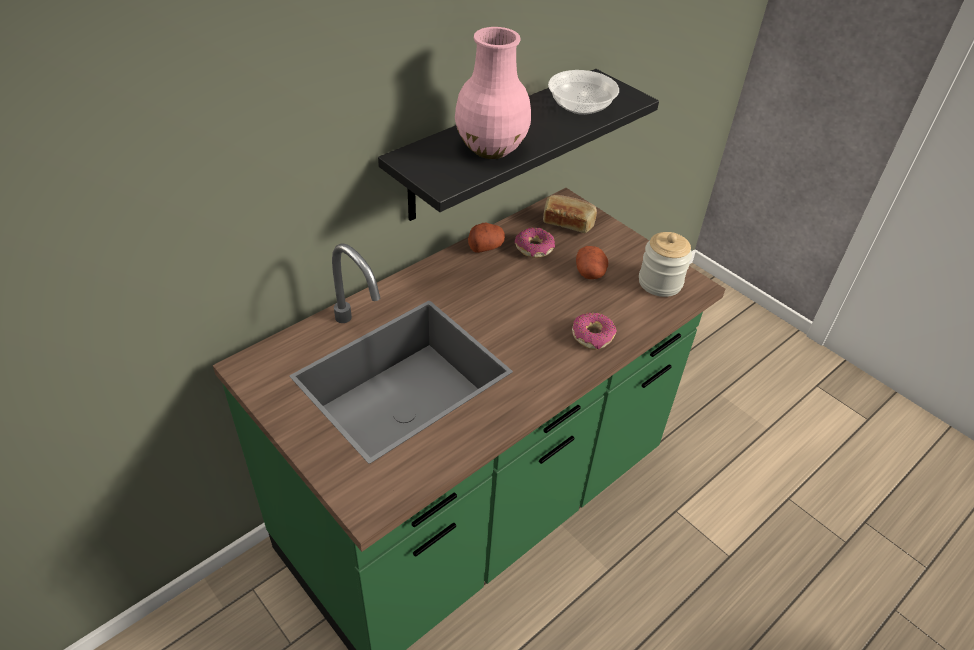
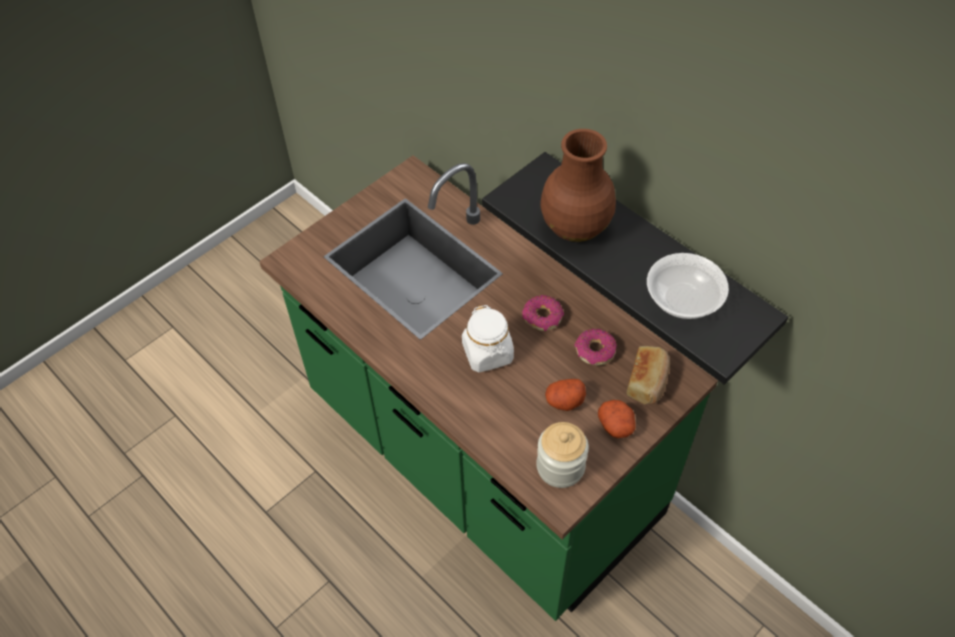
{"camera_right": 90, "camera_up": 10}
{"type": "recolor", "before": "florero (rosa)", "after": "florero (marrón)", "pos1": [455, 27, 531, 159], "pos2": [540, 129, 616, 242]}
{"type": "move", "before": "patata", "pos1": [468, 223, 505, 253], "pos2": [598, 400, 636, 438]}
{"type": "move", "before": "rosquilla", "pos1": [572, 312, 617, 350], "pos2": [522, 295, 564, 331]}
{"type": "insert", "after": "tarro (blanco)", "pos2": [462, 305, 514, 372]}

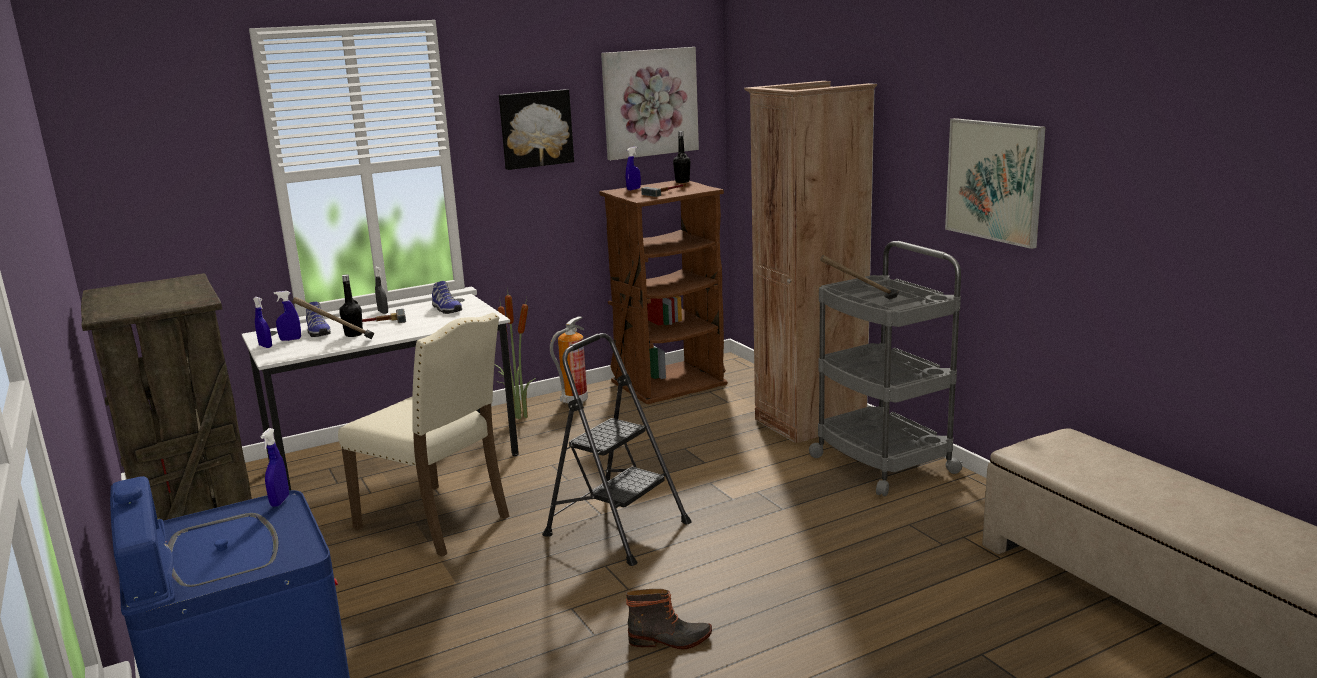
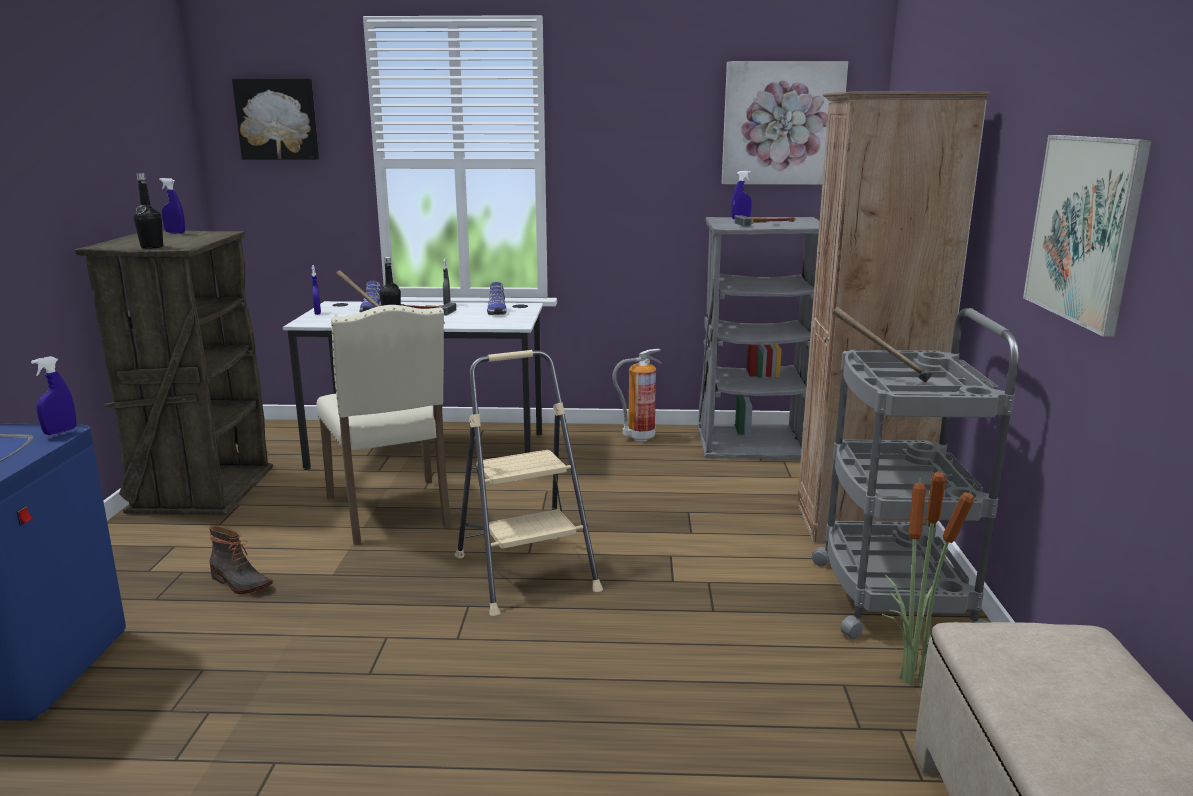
{"camera_right": 30, "camera_up": 0}
{"type": "move", "before": "pulverizador (azul)", "pos1": [274, 291, 301, 341], "pos2": [159, 178, 185, 234]}
{"type": "move", "before": "planta en maceta", "pos1": [494, 288, 536, 419], "pos2": [882, 460, 976, 688]}
{"type": "move", "before": "cuadro", "pos1": [499, 89, 574, 170], "pos2": [232, 78, 319, 160]}
{"type": "recolor", "before": "escalera de tijera (negro)", "after": "escalera de tijera (beis)", "pos1": [542, 333, 692, 566], "pos2": [455, 350, 603, 616]}
{"type": "recolor", "before": "estantería (marrón)", "after": "estantería (gris)", "pos1": [599, 181, 728, 404], "pos2": [697, 217, 819, 459]}
{"type": "move", "before": "bota", "pos1": [626, 589, 712, 649], "pos2": [209, 526, 273, 594]}
{"type": "move", "before": "botella (negro)", "pos1": [673, 131, 690, 183], "pos2": [133, 173, 163, 249]}

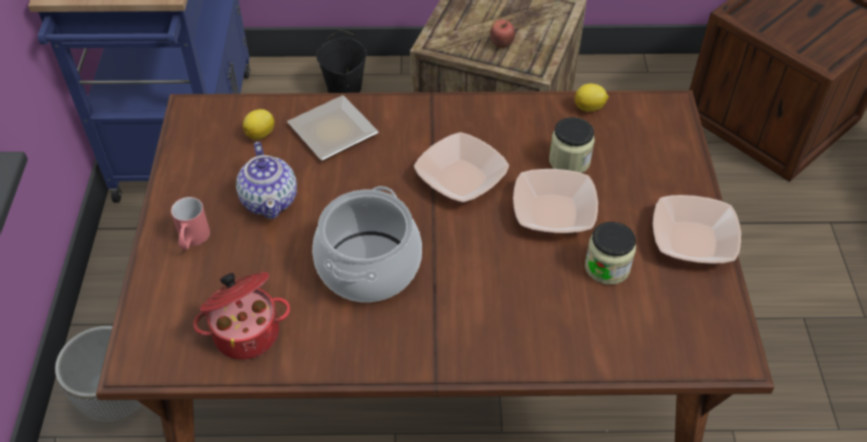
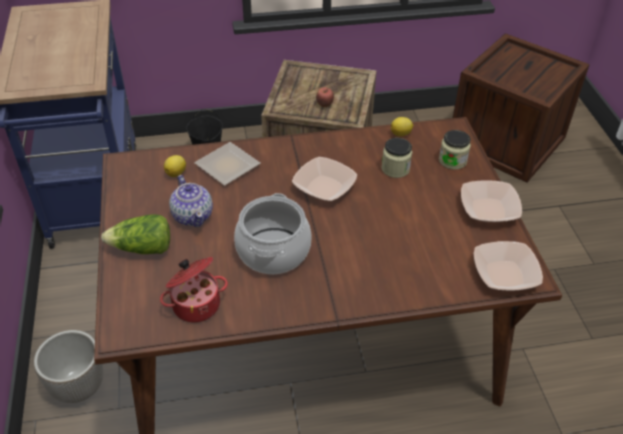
{"camera_right": -10, "camera_up": -5}
{"type": "replace", "before": "taza grande (rojo)", "after": "lechuga", "pos1": [171, 197, 210, 250], "pos2": [101, 214, 170, 254]}
{"type": "move", "before": "cuenco", "pos1": [513, 169, 598, 233], "pos2": [474, 241, 543, 290]}
{"type": "move", "before": "tarro", "pos1": [585, 222, 636, 285], "pos2": [439, 130, 471, 170]}

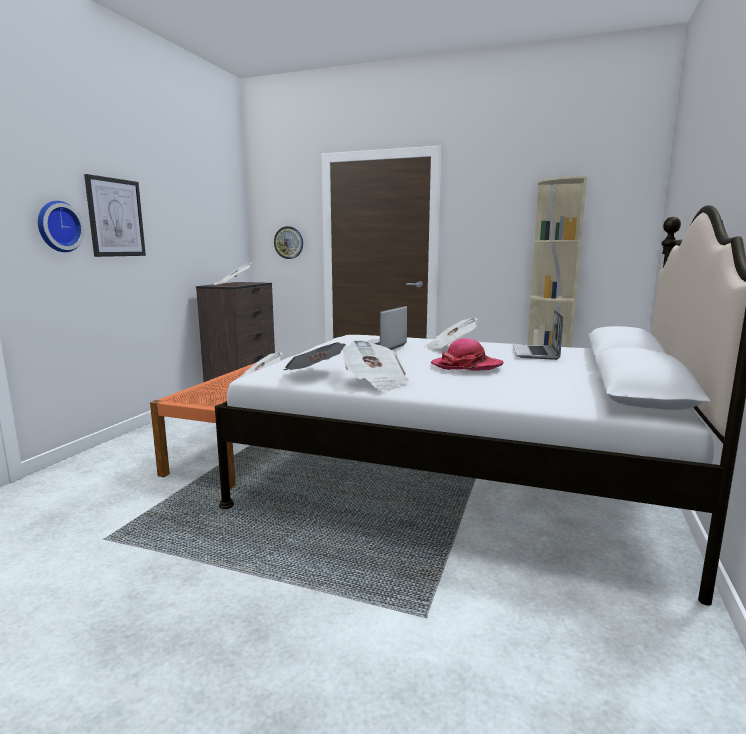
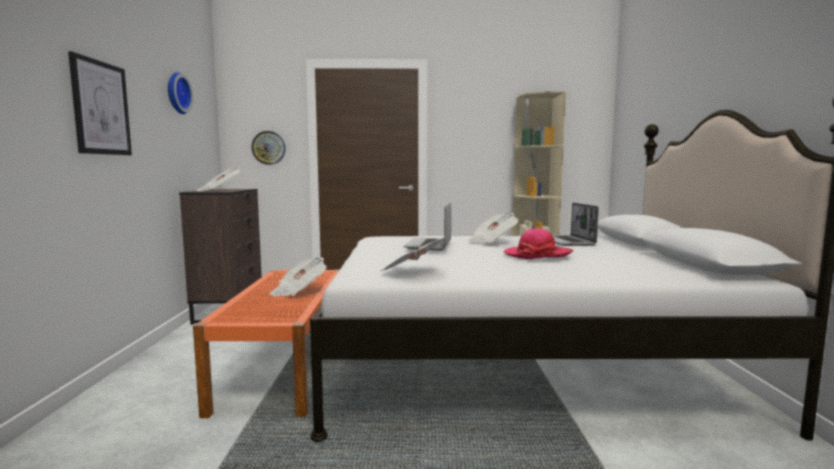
{"camera_right": -20, "camera_up": -5}
{"type": "move", "before": "reloj de pared", "pos1": [38, 201, 85, 252], "pos2": [168, 72, 193, 114]}
{"type": "delete", "before": "periódico", "pos1": [342, 340, 409, 392]}

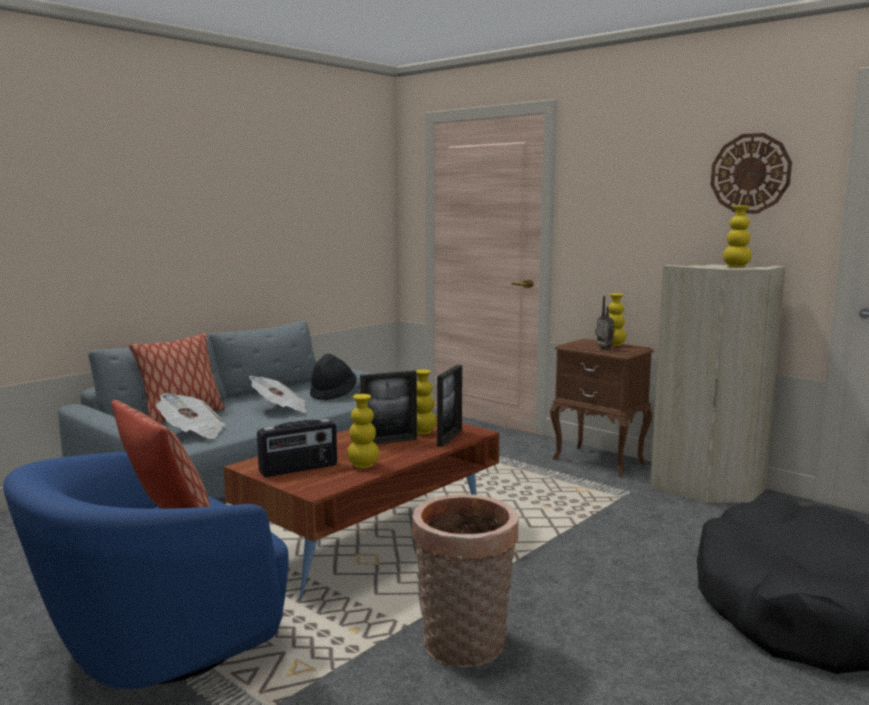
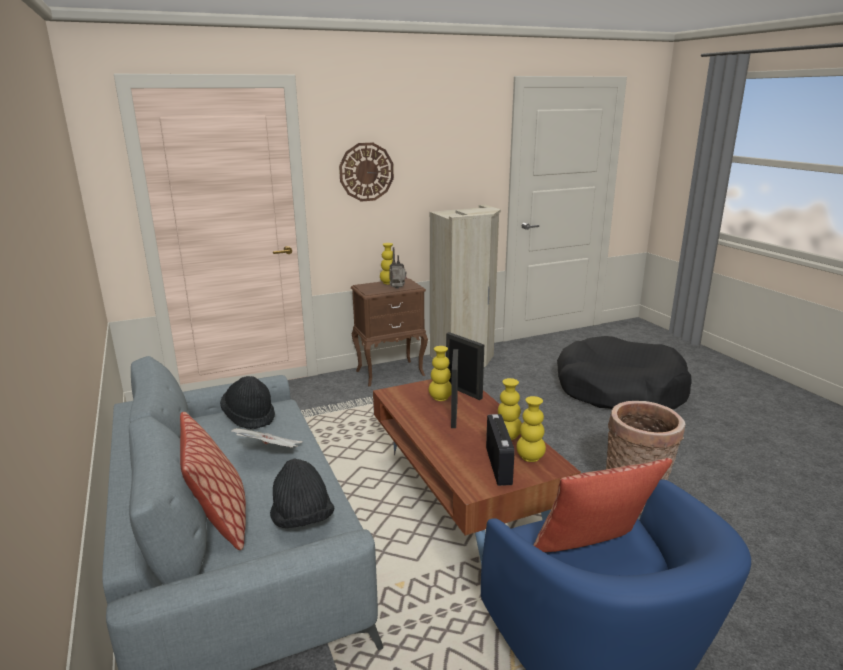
{"camera_right": -65, "camera_up": 10}
{"type": "replace", "before": "periódico", "after": "sombrero (negro)", "pos1": [156, 393, 226, 439], "pos2": [270, 459, 334, 528]}
{"type": "move", "before": "reloj de pared", "pos1": [711, 133, 792, 214], "pos2": [339, 143, 394, 201]}
{"type": "move", "before": "florero (amarillo)", "pos1": [723, 205, 751, 267], "pos2": [516, 396, 546, 462]}

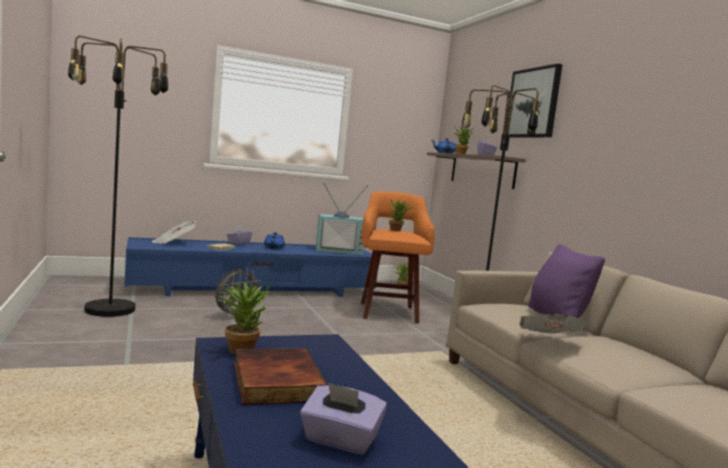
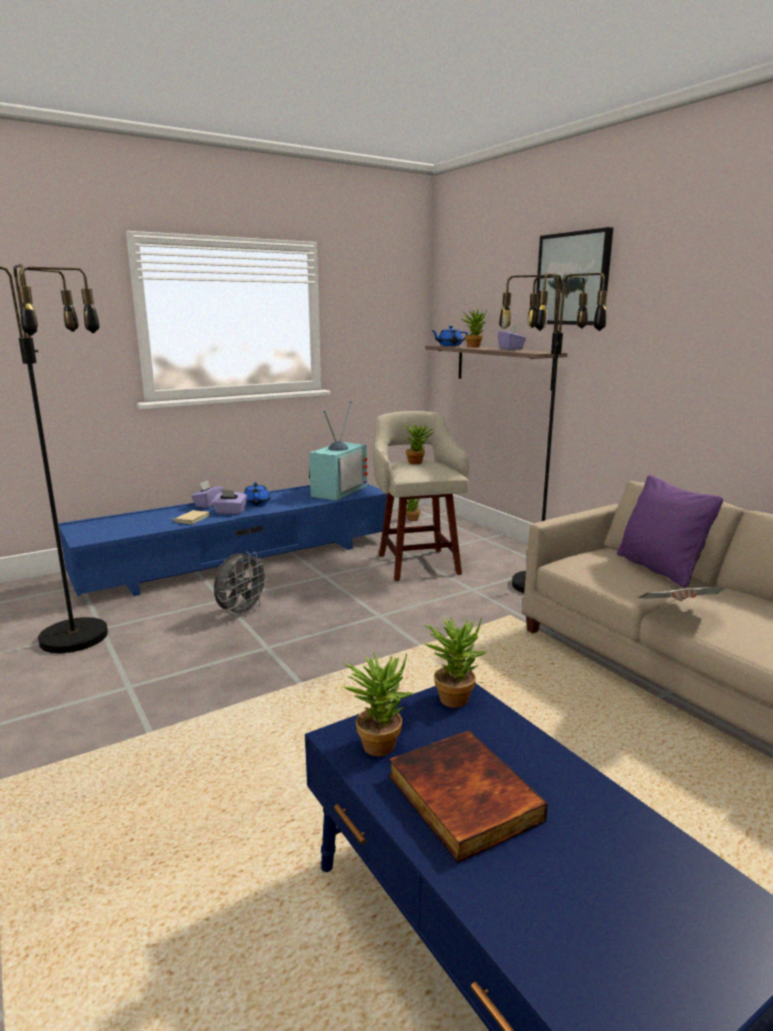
{"camera_right": -10, "camera_up": 10}
{"type": "delete", "before": "periódico", "pos1": [152, 220, 196, 244]}
{"type": "move", "before": "caja de pañuelos (morado)", "pos1": [300, 382, 387, 455], "pos2": [212, 489, 247, 514]}
{"type": "rotate", "before": "televisor", "pos1": [316, 182, 368, 255], "pos2": [309, 401, 368, 501], "turn": -45}
{"type": "recolor", "before": "taburete (naranja)", "after": "taburete (beis)", "pos1": [361, 192, 435, 323], "pos2": [373, 411, 469, 581]}
{"type": "insert", "after": "planta en maceta", "pos2": [423, 617, 487, 708]}

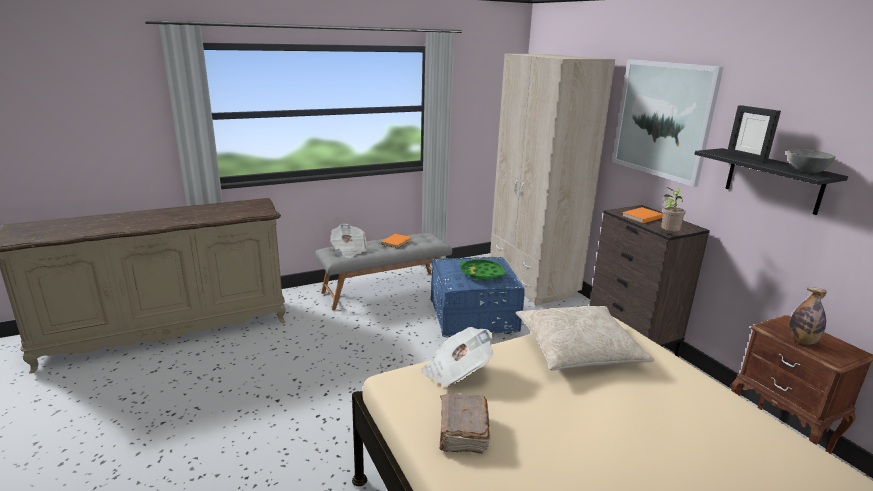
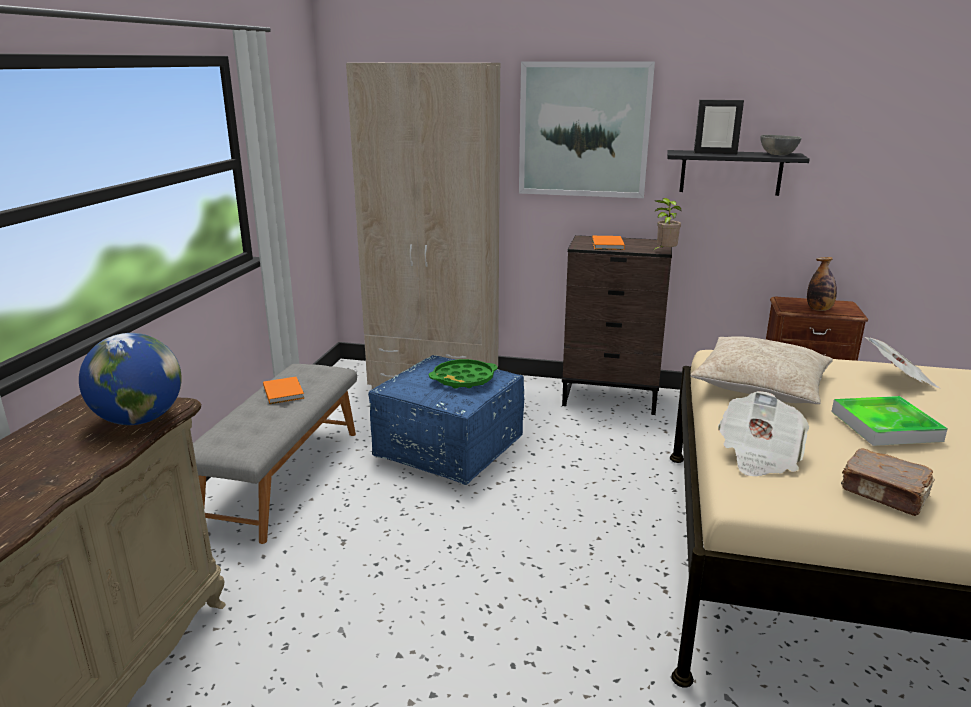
{"camera_right": -50, "camera_up": 0}
{"type": "move", "before": "periódico", "pos1": [330, 224, 367, 258], "pos2": [865, 337, 941, 389]}
{"type": "insert", "after": "globo terráqueo", "pos2": [79, 333, 182, 425]}
{"type": "insert", "after": "bandeja", "pos2": [831, 396, 948, 446]}

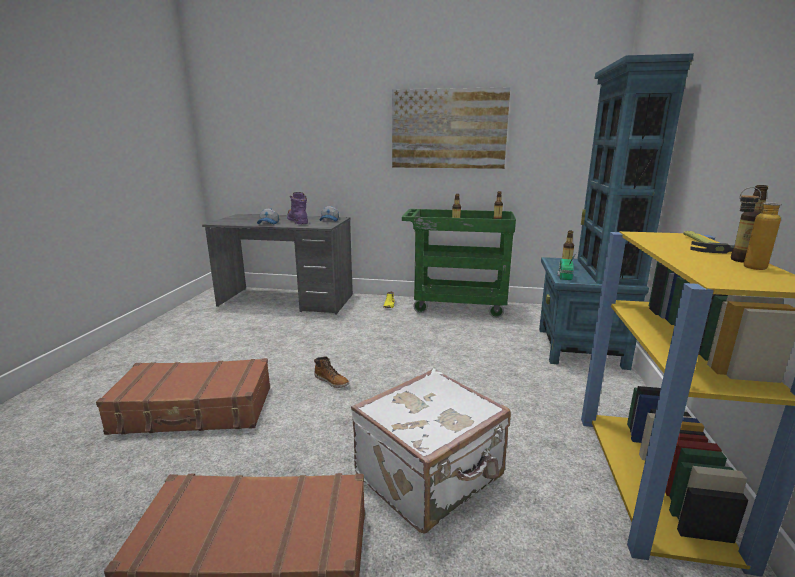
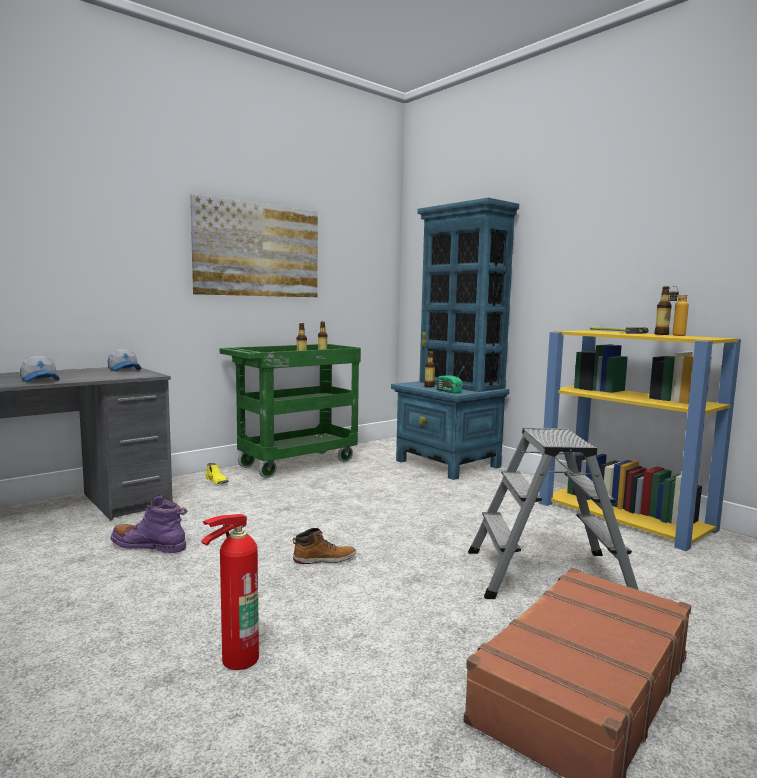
{"camera_right": -50, "camera_up": -10}
{"type": "replace", "before": "maleta (marrón)", "after": "extintor", "pos1": [96, 358, 270, 435], "pos2": [201, 514, 259, 670]}
{"type": "move", "before": "bota (morado)", "pos1": [287, 192, 308, 224], "pos2": [110, 494, 187, 553]}
{"type": "replace", "before": "maleta (blanco)", "after": "escalera de tijera (gris)", "pos1": [351, 369, 511, 534], "pos2": [468, 428, 639, 599]}

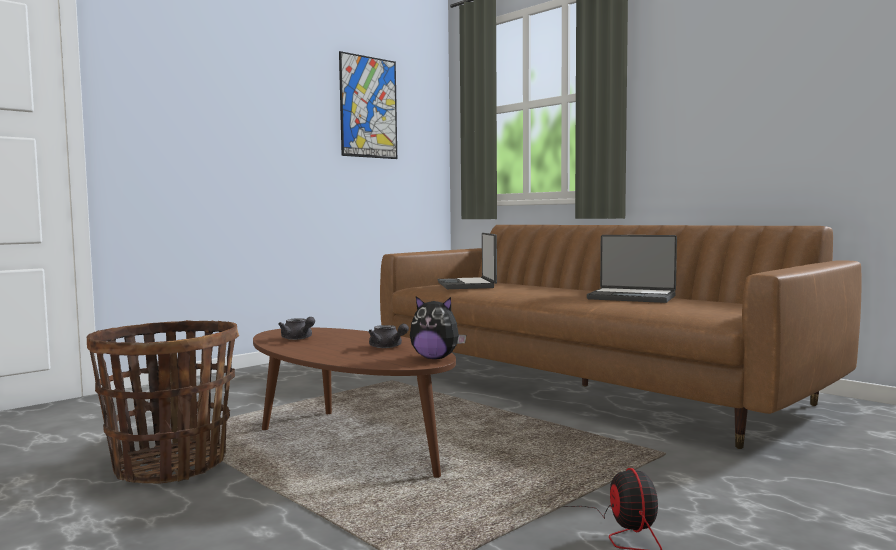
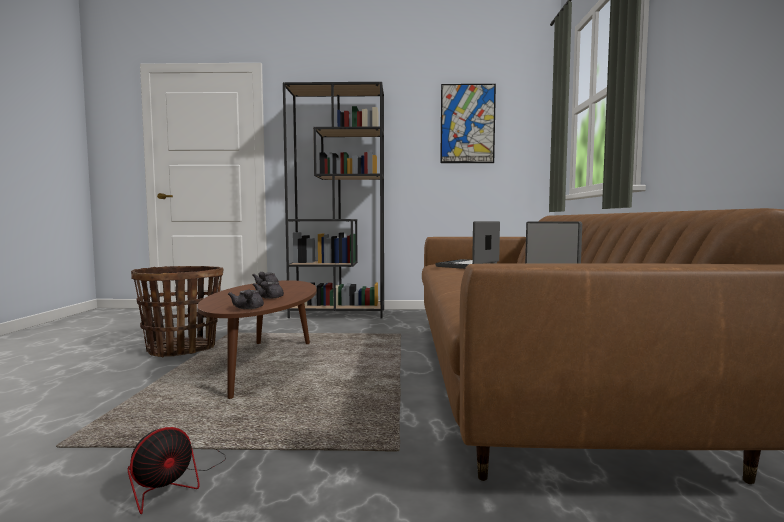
{"camera_right": 45, "camera_up": 0}
{"type": "replace", "before": "peluche", "after": "tetera (gris)", "pos1": [410, 296, 466, 359], "pos2": [228, 290, 264, 309]}
{"type": "insert", "after": "estantería", "pos2": [283, 82, 384, 319]}

